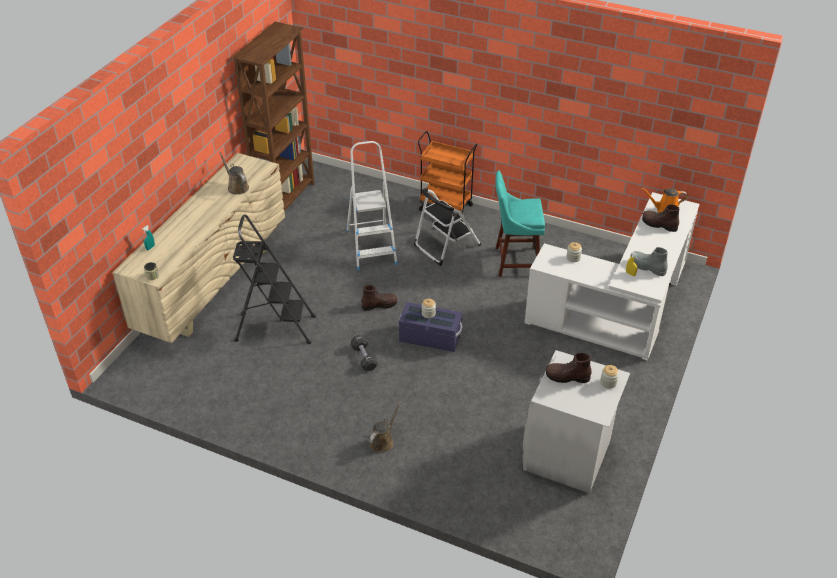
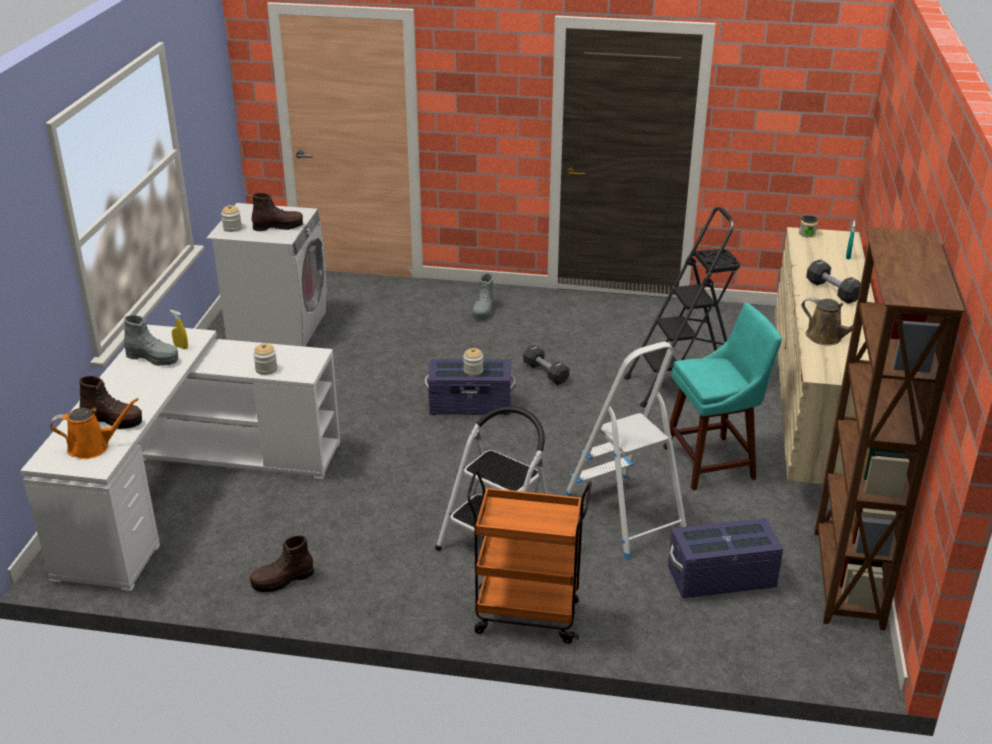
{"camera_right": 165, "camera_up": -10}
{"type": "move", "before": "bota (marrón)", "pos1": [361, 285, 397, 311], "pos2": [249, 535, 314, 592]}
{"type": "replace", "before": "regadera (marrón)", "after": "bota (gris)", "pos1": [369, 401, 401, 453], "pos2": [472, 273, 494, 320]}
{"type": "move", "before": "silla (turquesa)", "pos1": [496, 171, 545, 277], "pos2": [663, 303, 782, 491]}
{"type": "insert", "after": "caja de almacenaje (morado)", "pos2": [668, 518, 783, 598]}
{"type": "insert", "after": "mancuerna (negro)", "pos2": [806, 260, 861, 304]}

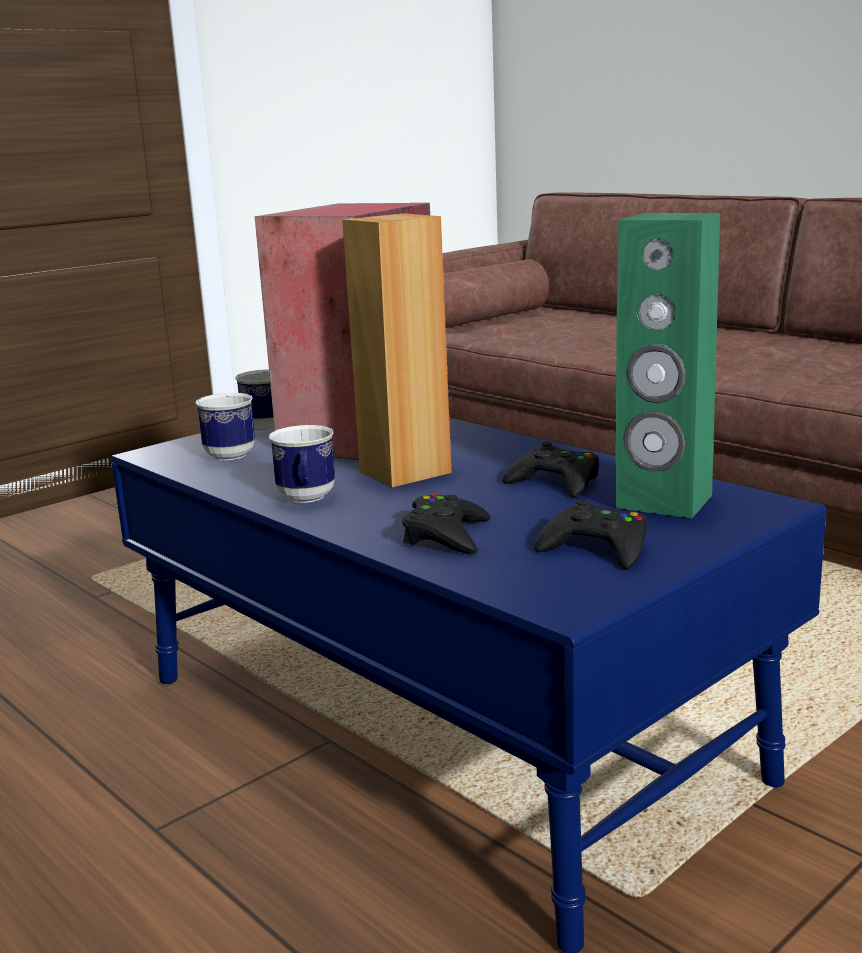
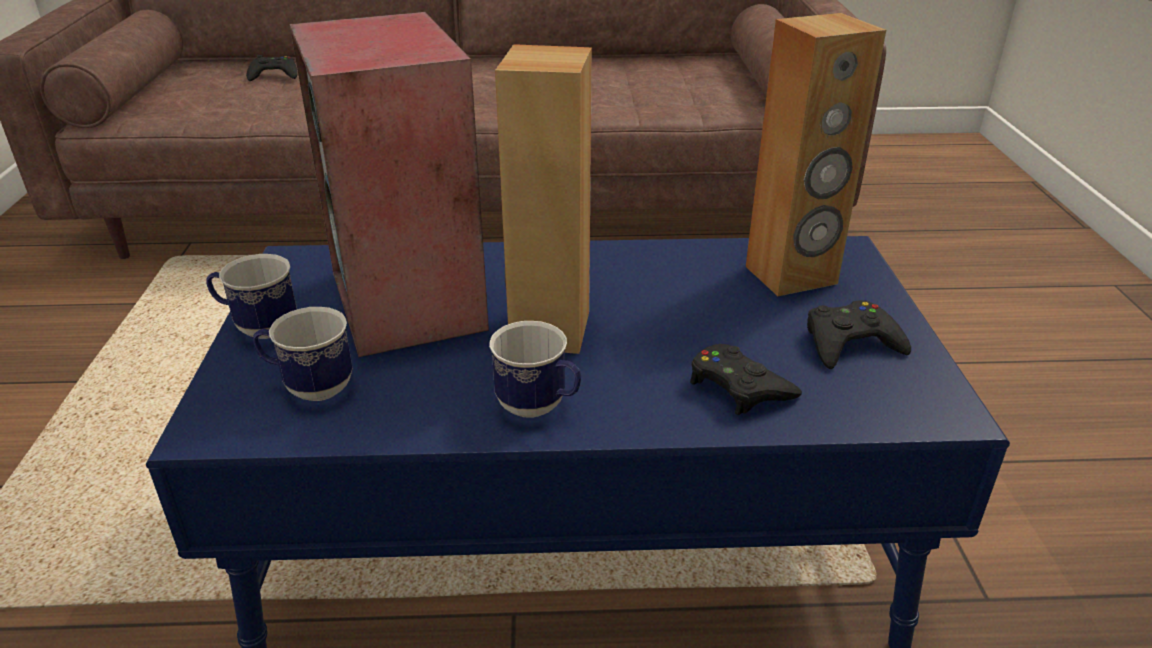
{"camera_right": -50, "camera_up": 15}
{"type": "move", "before": "mando de consola (negro)", "pos1": [503, 442, 599, 498], "pos2": [246, 55, 298, 81]}
{"type": "recolor", "before": "altavoz (verde)", "after": "altavoz (marrón)", "pos1": [615, 213, 720, 518], "pos2": [746, 13, 886, 296]}

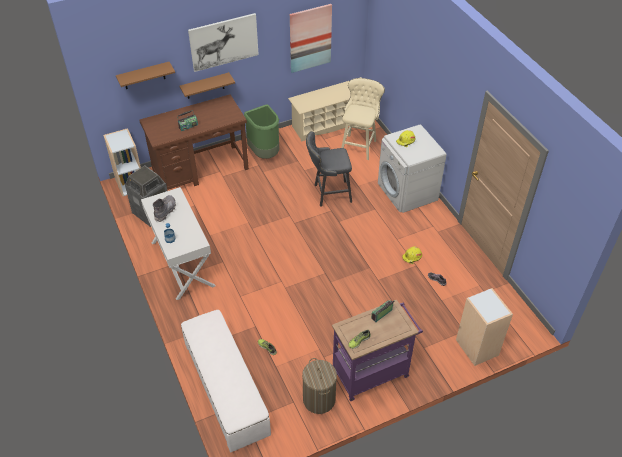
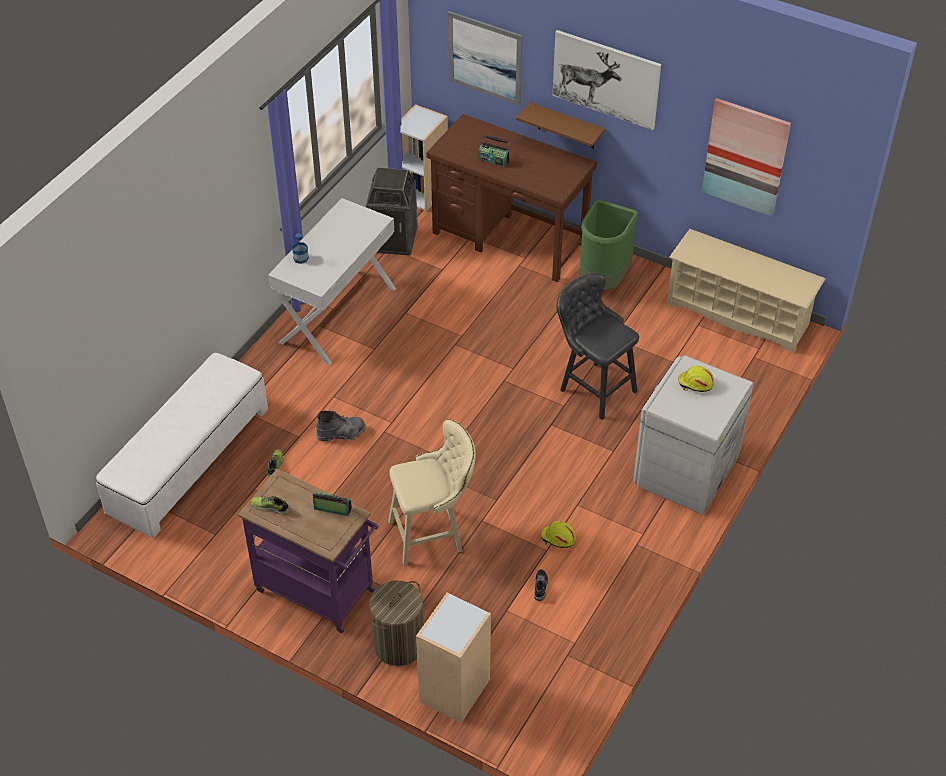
{"camera_right": 55, "camera_up": 0}
{"type": "replace", "before": "estante (marrón)", "after": "cuadro", "pos1": [116, 62, 175, 89], "pos2": [448, 11, 523, 106]}
{"type": "move", "before": "bota (gris)", "pos1": [153, 195, 176, 222], "pos2": [316, 410, 366, 442]}
{"type": "move", "before": "cesto de la ropa", "pos1": [302, 358, 337, 414], "pos2": [370, 581, 424, 666]}
{"type": "move", "before": "taburete (beis)", "pos1": [341, 78, 385, 160], "pos2": [388, 419, 476, 566]}

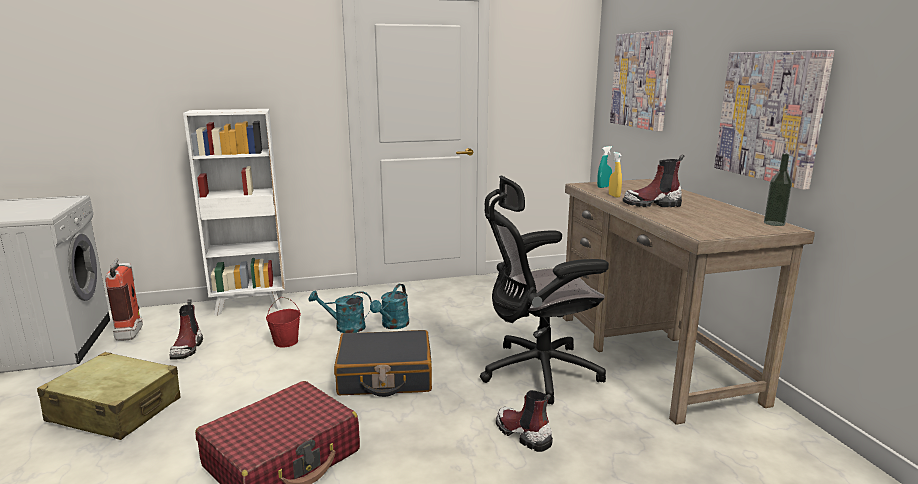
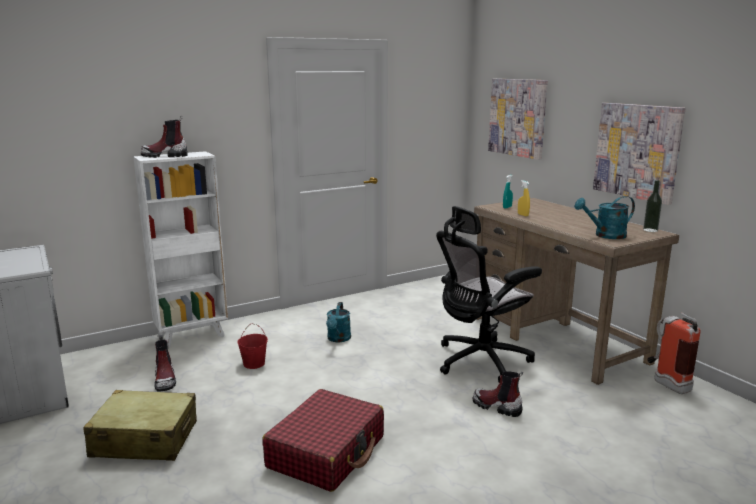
{"camera_right": -15, "camera_up": 0}
{"type": "move", "before": "extintor", "pos1": [105, 258, 143, 341], "pos2": [647, 312, 701, 394]}
{"type": "move", "before": "regadera (turquesa)", "pos1": [308, 290, 372, 333], "pos2": [574, 196, 635, 239]}
{"type": "delete", "before": "maleta (negro)", "pos1": [334, 330, 432, 397]}
{"type": "move", "before": "bota", "pos1": [623, 154, 684, 207], "pos2": [141, 116, 188, 158]}

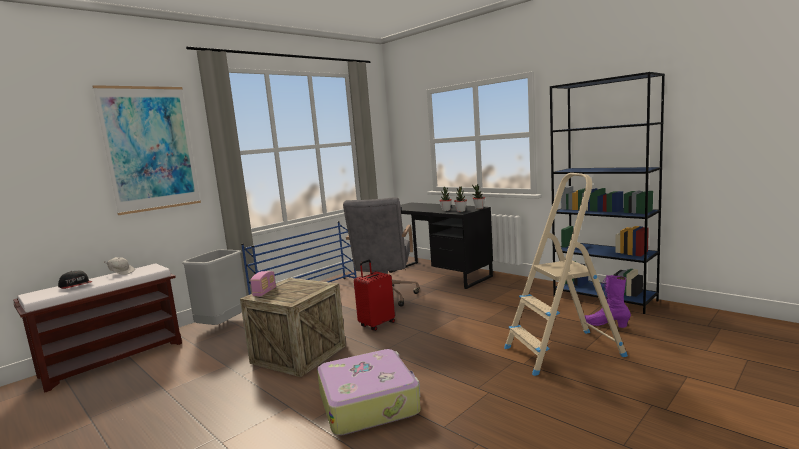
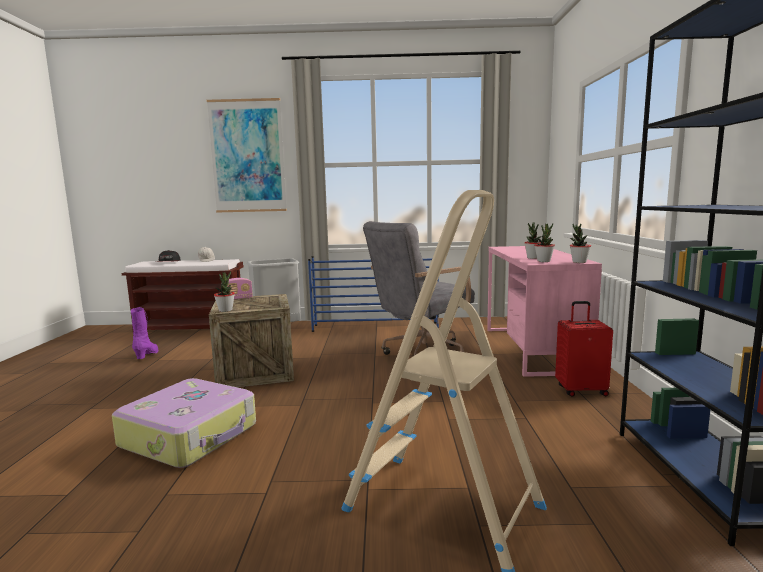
{"camera_right": 45, "camera_up": 0}
{"type": "move", "before": "maleta (rojo)", "pos1": [354, 260, 395, 331], "pos2": [555, 301, 613, 397]}
{"type": "recolor", "before": "escritorio (negro)", "after": "escritorio (rosa)", "pos1": [389, 202, 493, 289], "pos2": [487, 246, 602, 377]}
{"type": "move", "before": "bota (morado)", "pos1": [584, 275, 631, 328], "pos2": [131, 307, 158, 359]}
{"type": "insert", "after": "planta en maceta", "pos2": [214, 271, 235, 312]}

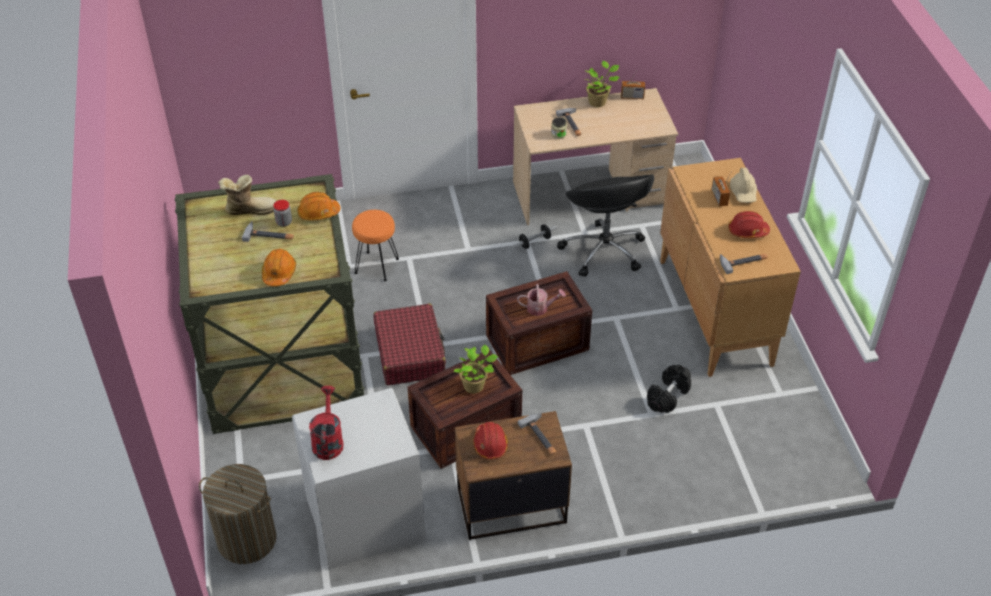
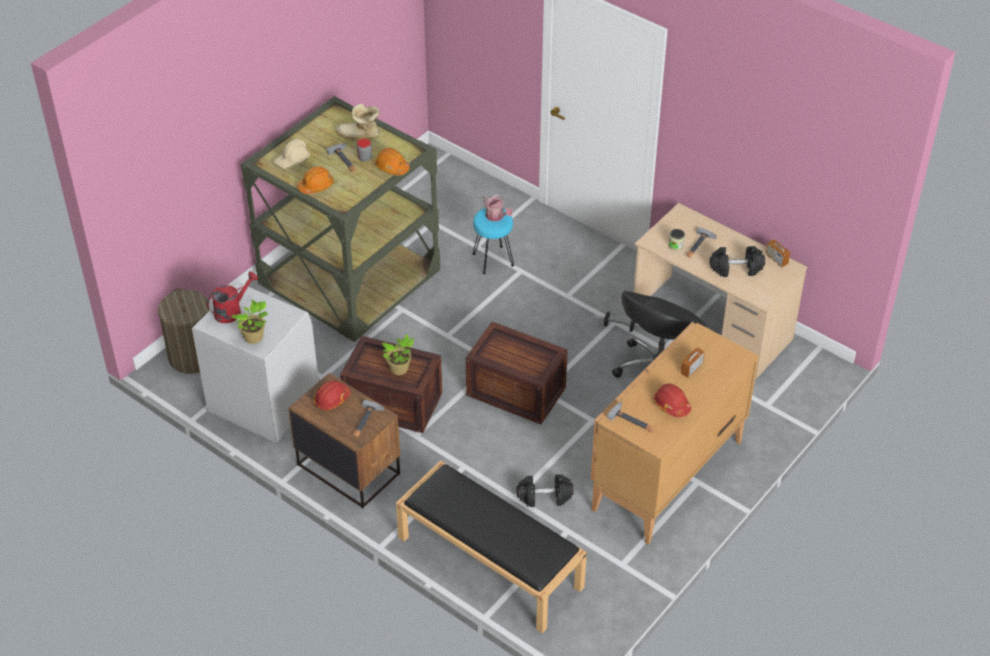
{"camera_right": 50, "camera_up": 0}
{"type": "rotate", "before": "bota", "pos1": [218, 175, 277, 215], "pos2": [336, 104, 380, 139], "turn": 150}
{"type": "recolor", "before": "taburete (naranja)", "after": "taburete (turquesa)", "pos1": [352, 210, 399, 281], "pos2": [473, 208, 514, 274]}
{"type": "delete", "before": "maleta (rojo)", "pos1": [374, 304, 446, 385]}
{"type": "move", "before": "regadera", "pos1": [517, 284, 566, 316], "pos2": [482, 194, 513, 221]}
{"type": "move", "before": "planta en maceta", "pos1": [585, 61, 620, 107], "pos2": [231, 300, 268, 344]}
{"type": "move", "before": "casco (beis)", "pos1": [730, 168, 757, 203], "pos2": [274, 139, 310, 169]}
{"type": "insert", "after": "banco (negro)", "pos2": [396, 460, 587, 633]}
{"type": "insert", "after": "mancuerna (negro)", "pos2": [710, 246, 765, 277]}

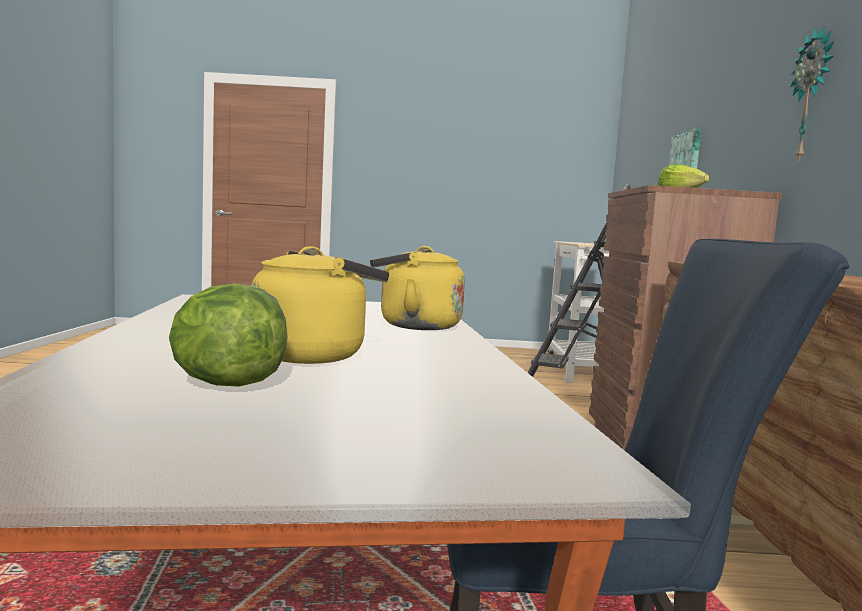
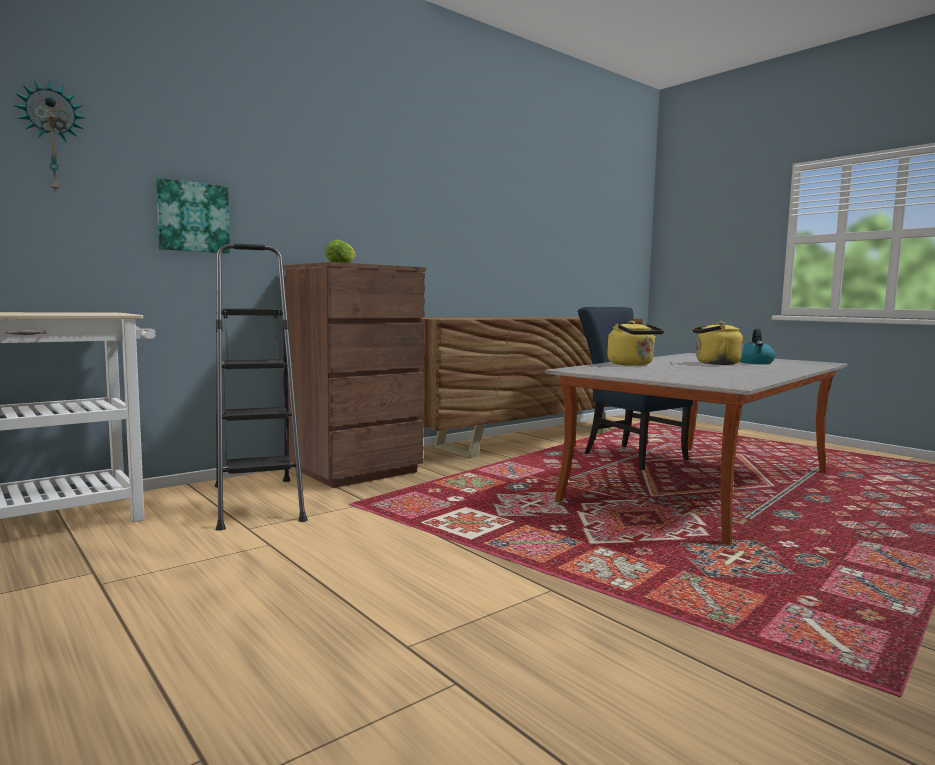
{"camera_right": -130, "camera_up": 0}
{"type": "replace", "before": "lechuga", "after": "hervidor", "pos1": [169, 283, 288, 387], "pos2": [739, 329, 775, 364]}
{"type": "move", "before": "reloj de pared", "pos1": [791, 26, 834, 162], "pos2": [15, 79, 85, 194]}

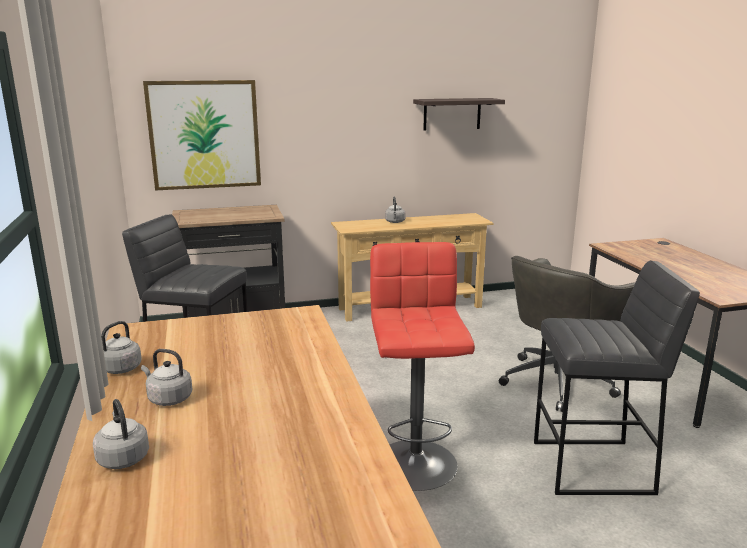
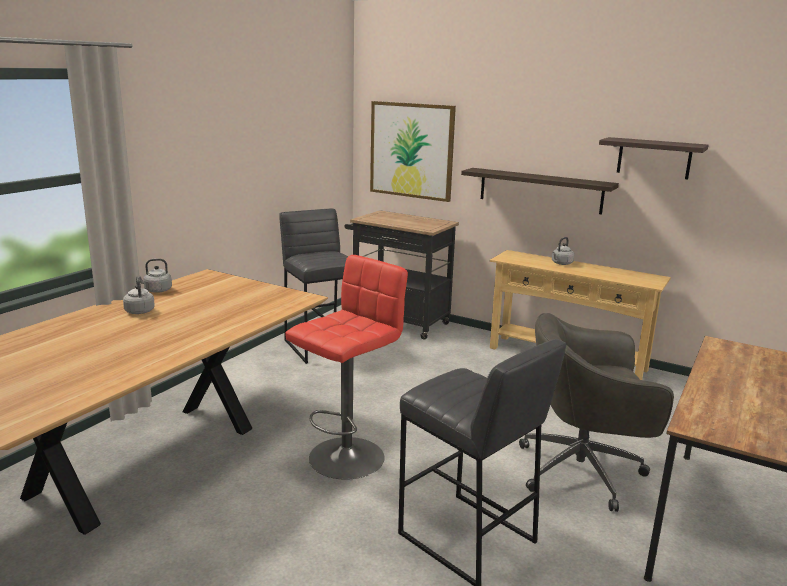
{"camera_right": 45, "camera_up": 0}
{"type": "delete", "before": "hervidor (gris)", "pos1": [93, 399, 149, 469]}
{"type": "insert", "after": "estante", "pos2": [461, 168, 619, 215]}

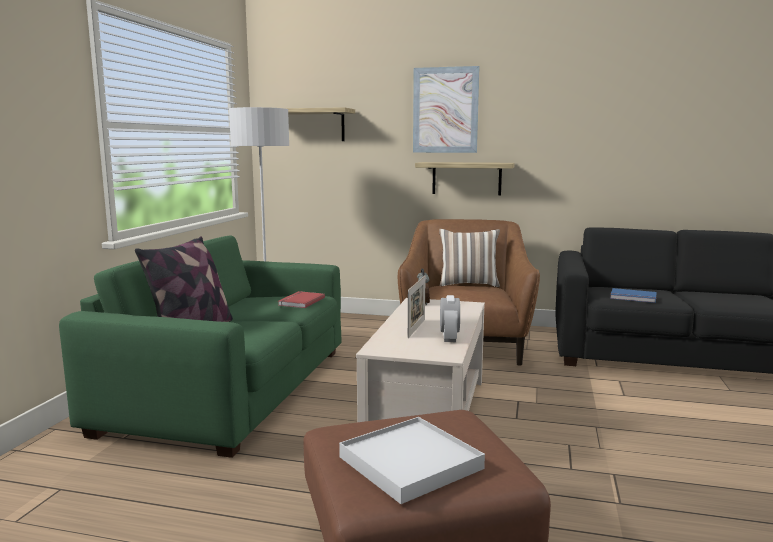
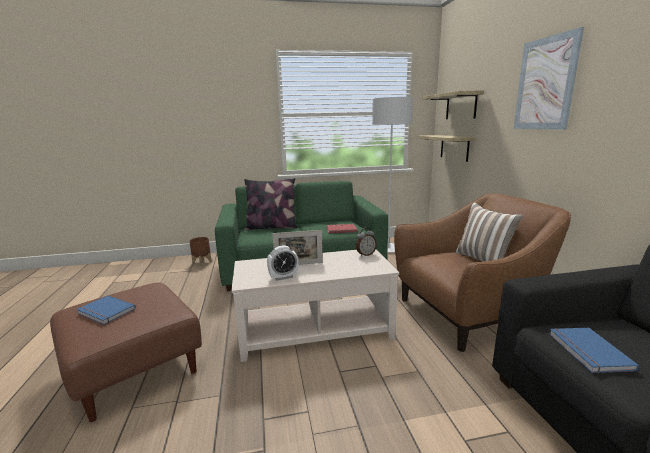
{"camera_right": 65, "camera_up": 5}
{"type": "replace", "before": "bandeja (blanco)", "after": "libro (azul)", "pos1": [339, 417, 485, 504], "pos2": [76, 296, 136, 325]}
{"type": "move", "before": "estante", "pos1": [415, 162, 515, 195], "pos2": [418, 135, 476, 162]}
{"type": "insert", "after": "maceta (marrón)", "pos2": [189, 237, 212, 267]}

